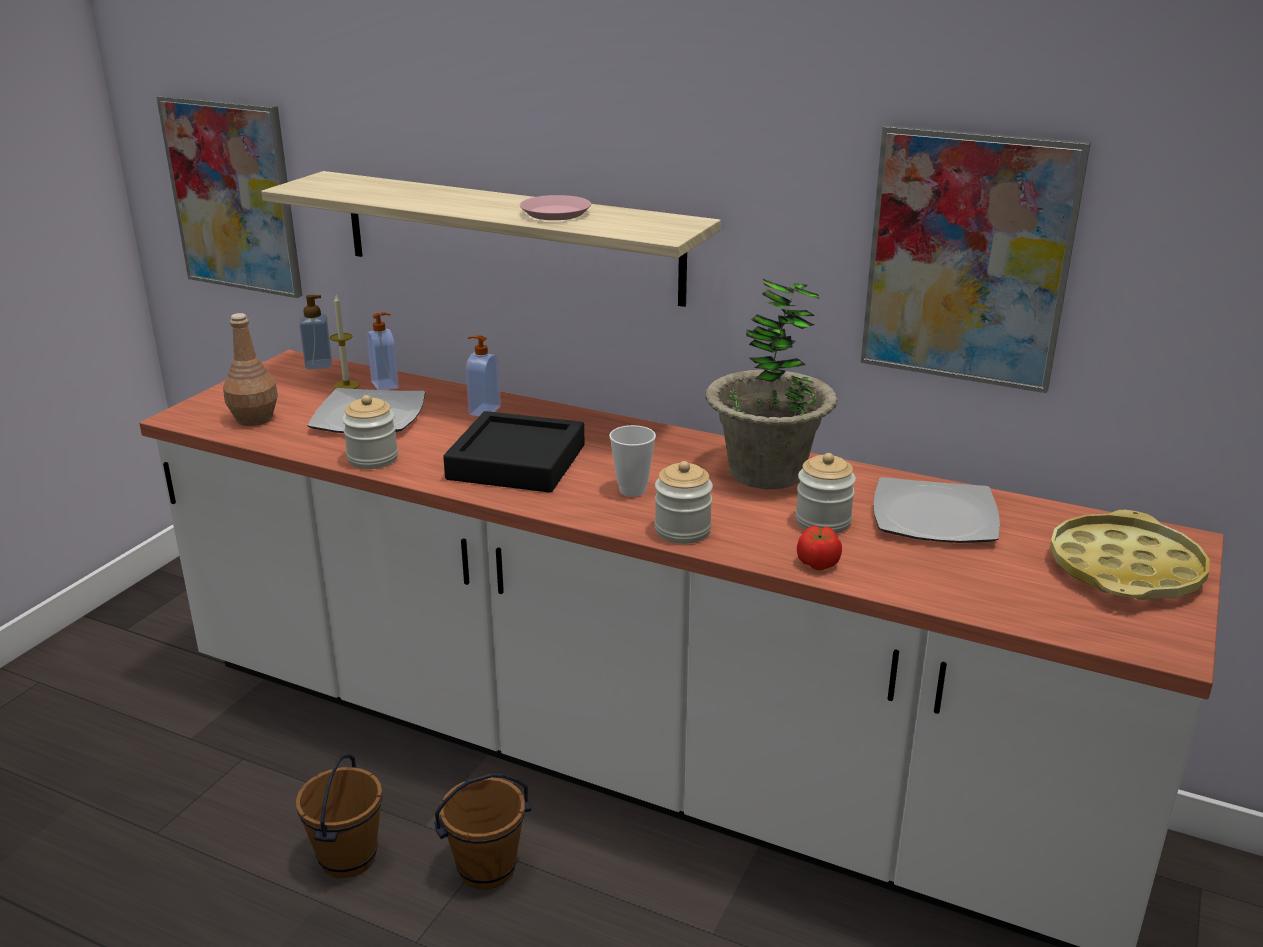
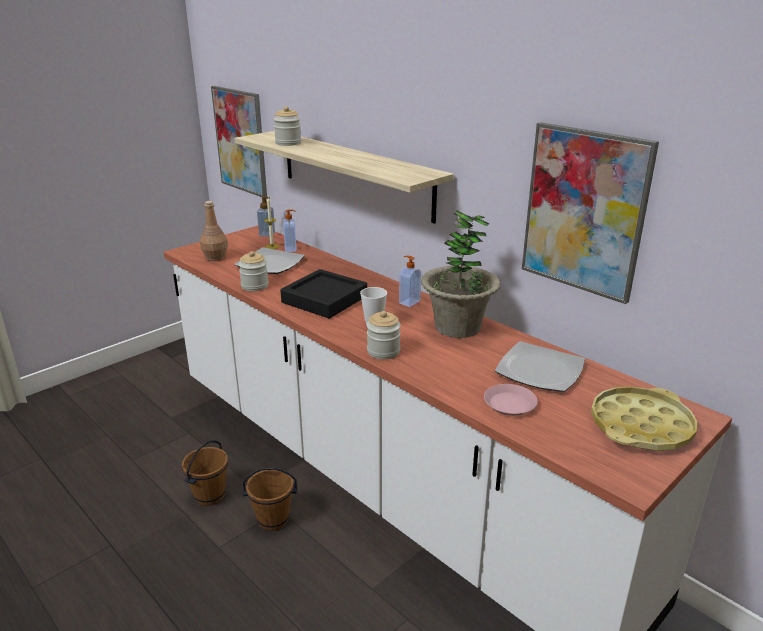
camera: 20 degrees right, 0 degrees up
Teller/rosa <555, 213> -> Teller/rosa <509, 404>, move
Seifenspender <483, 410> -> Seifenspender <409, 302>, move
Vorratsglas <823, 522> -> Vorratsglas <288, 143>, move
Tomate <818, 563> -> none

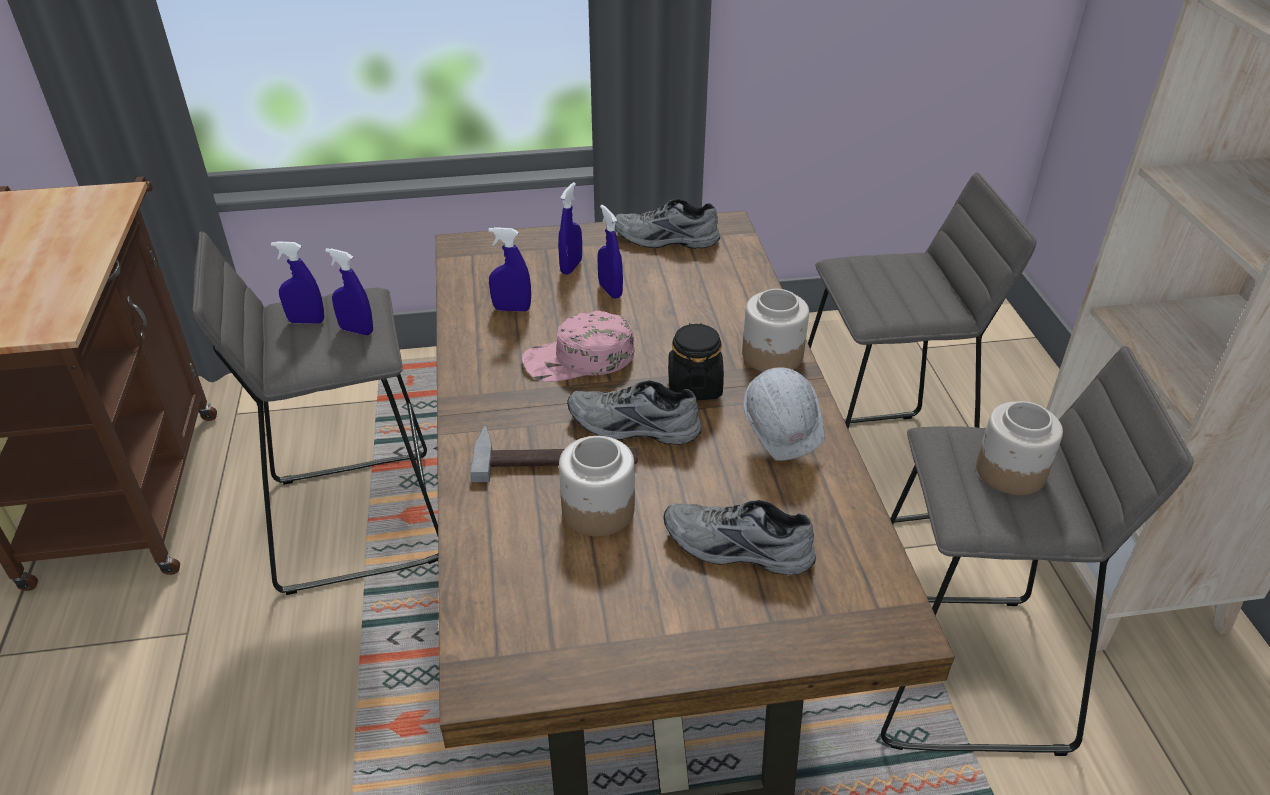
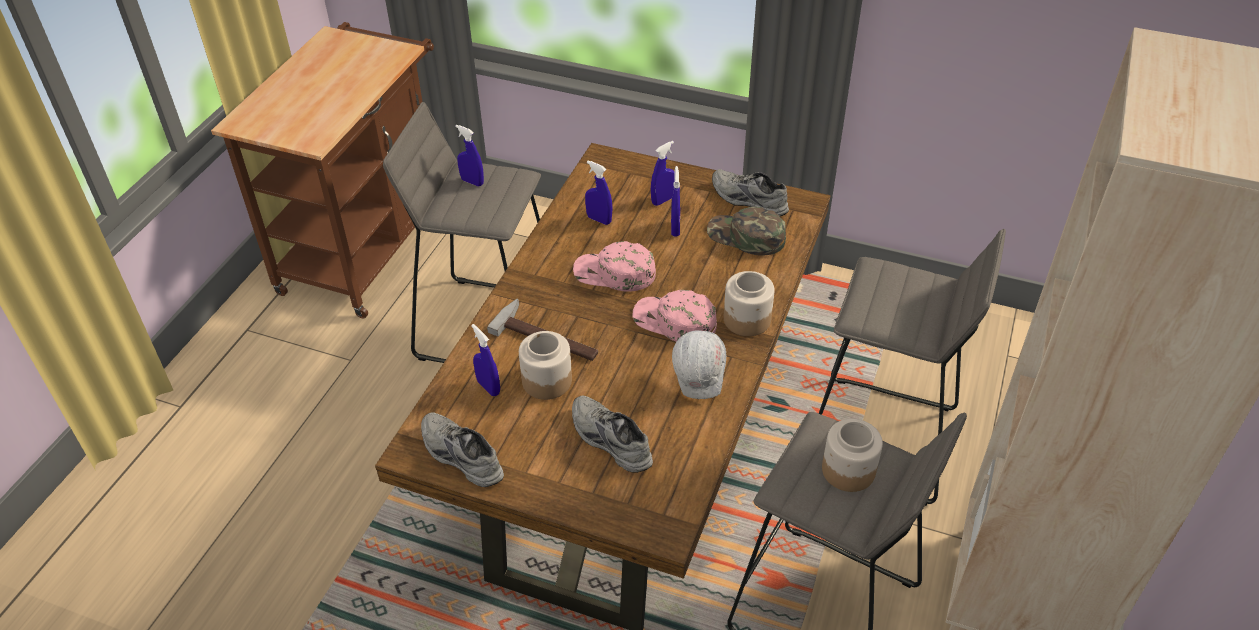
camera: 30 degrees right, 5 degrees up
Sprühflasche/blau <356, 330> -> Sprühflasche/blau <488, 387>, move
Vorratsglas/schwarz <694, 386> -> Kappe/rosa <674, 322>
Schuh/grau <632, 428> -> Schuh/grau <459, 457>, move
none -> Kappe/grün <745, 236>

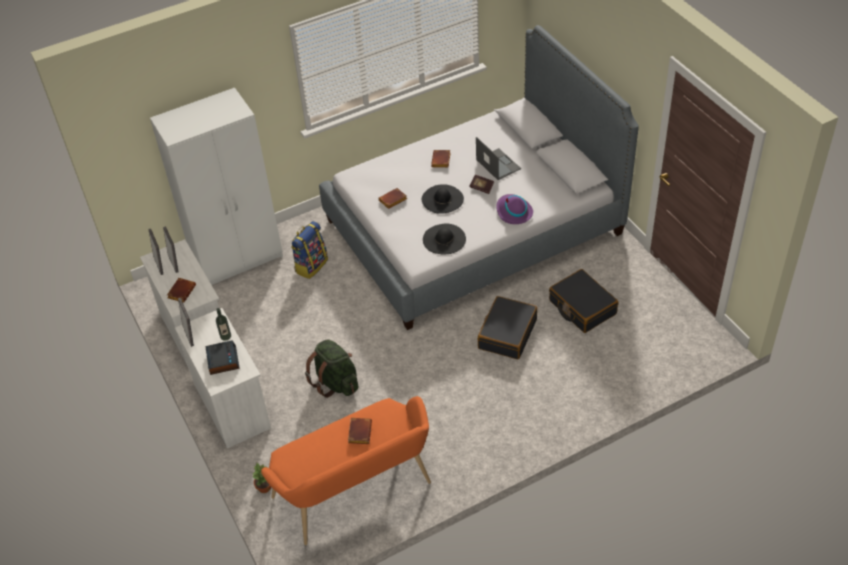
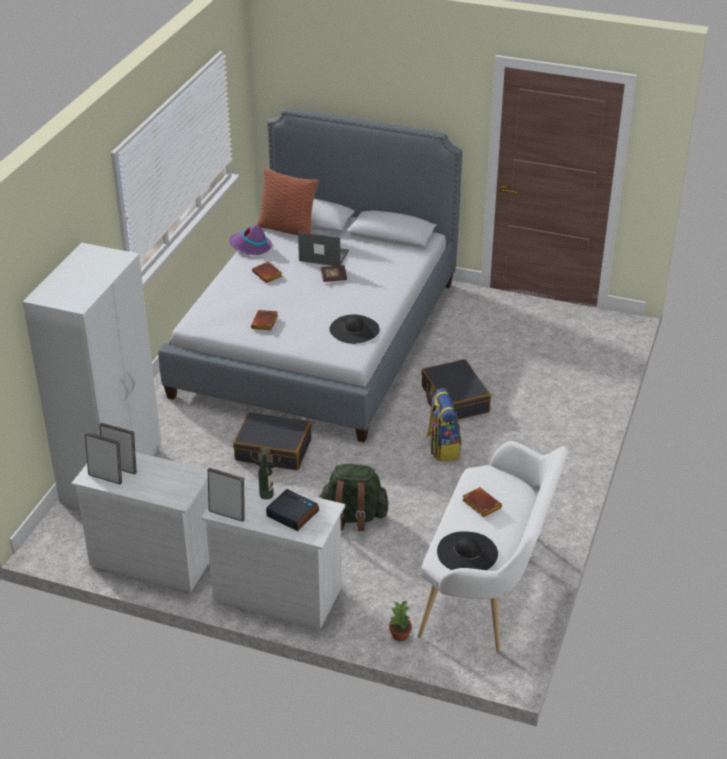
camera: 45 degrees left, 10 degrees down
Hut/schwarz <442, 199> -> Hut/schwarz <467, 552>, move
Hut/lila <513, 212> -> Hut/lila <250, 246>, move
Rucksack <311, 265> -> Rucksack <442, 447>, move
Koffer/schwarz <582, 307> -> Koffer/schwarz <273, 450>, move
Buch/braun <181, 291> -> none
Bank/orange <357, 494> -> Bank/weiß <489, 586>
none -> Kissen <288, 228>

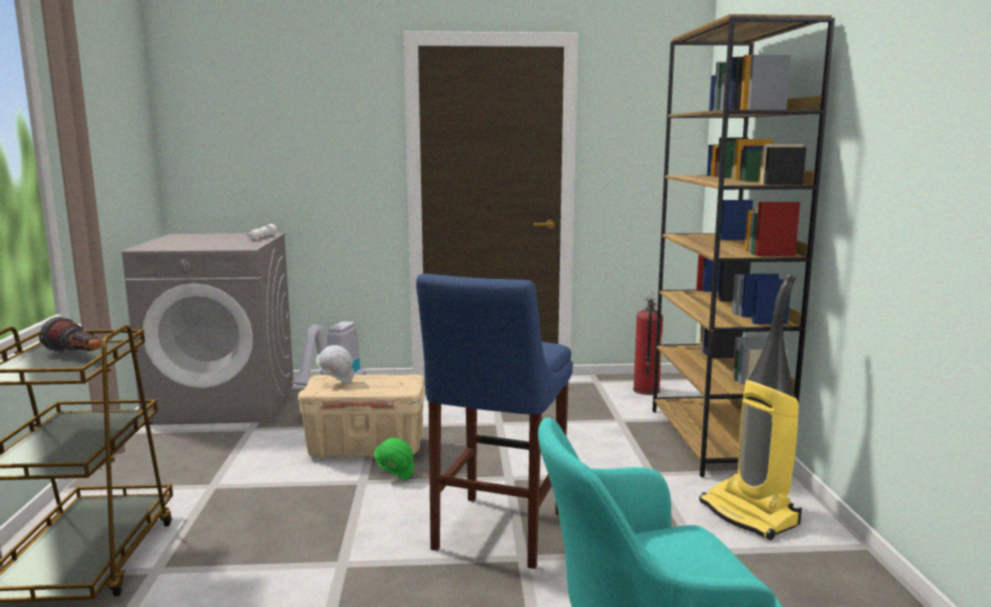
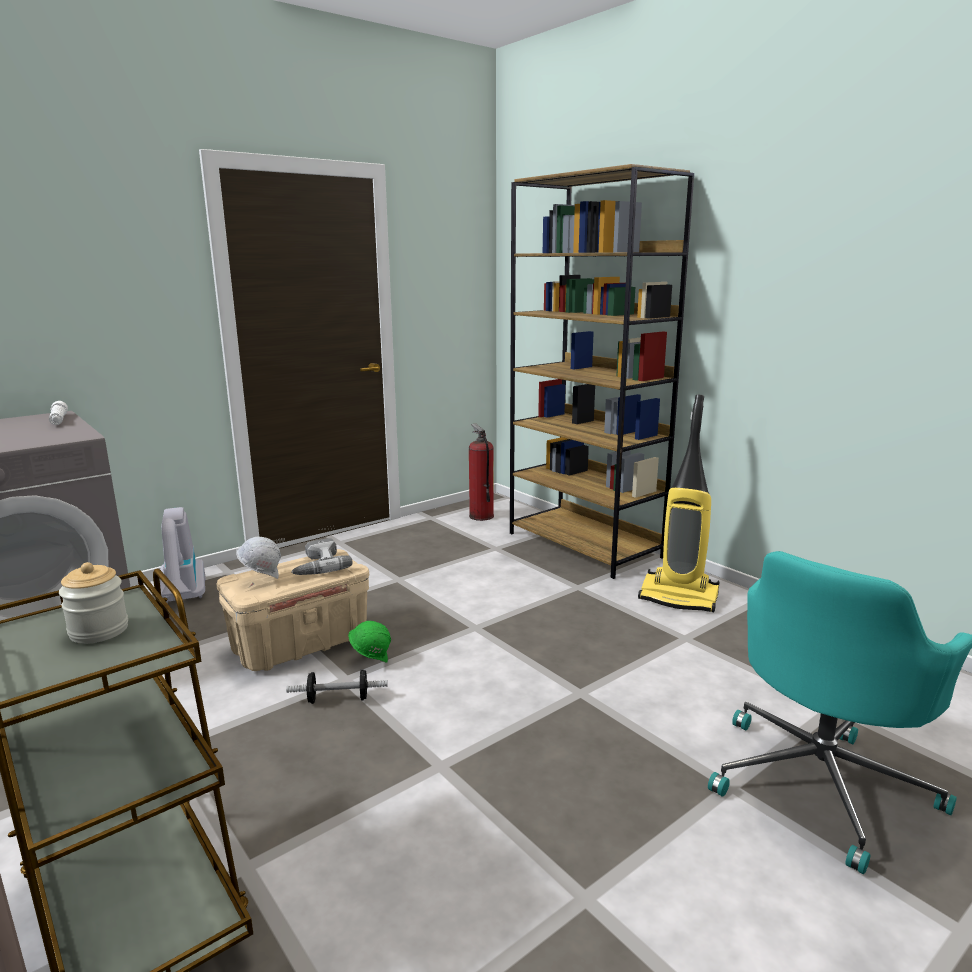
camera: 35 degrees left, 5 degrees up
Hocker/blau <496, 534> -> none
Taschenlampe <78, 356> -> Vorratsglas <99, 631>
none -> Bohrmaschine <317, 565>
none -> Hantel <338, 699>

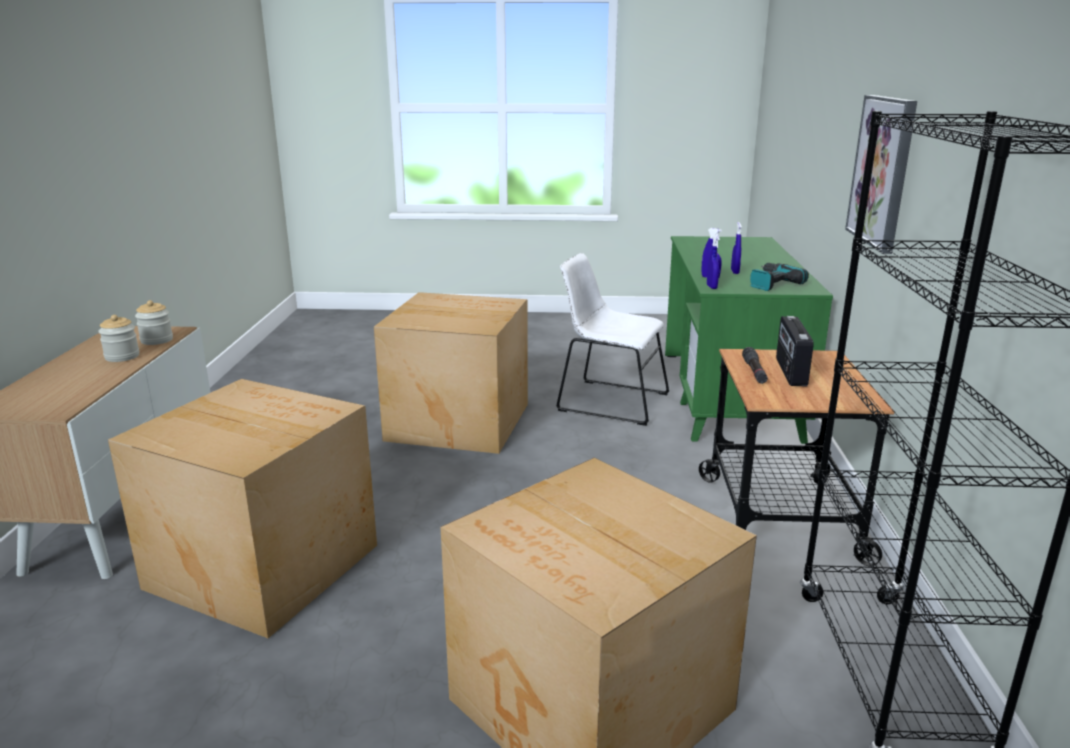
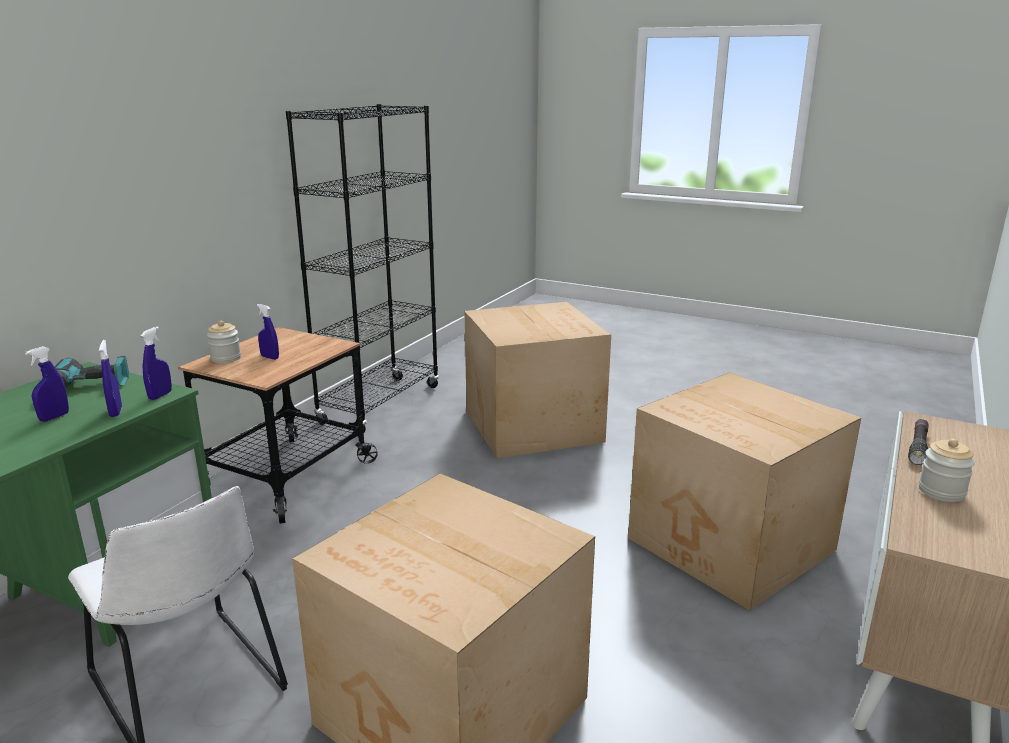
camera: 155 degrees left, 0 degrees up
Bild <882, 171> -> none
Vorratsglas <157, 340> -> Vorratsglas <226, 358>, move
Radio <790, 372> -> Sprühflasche/blau <270, 357>
Taschenlampe/schwarz <754, 371> -> Taschenlampe/schwarz <918, 447>, move

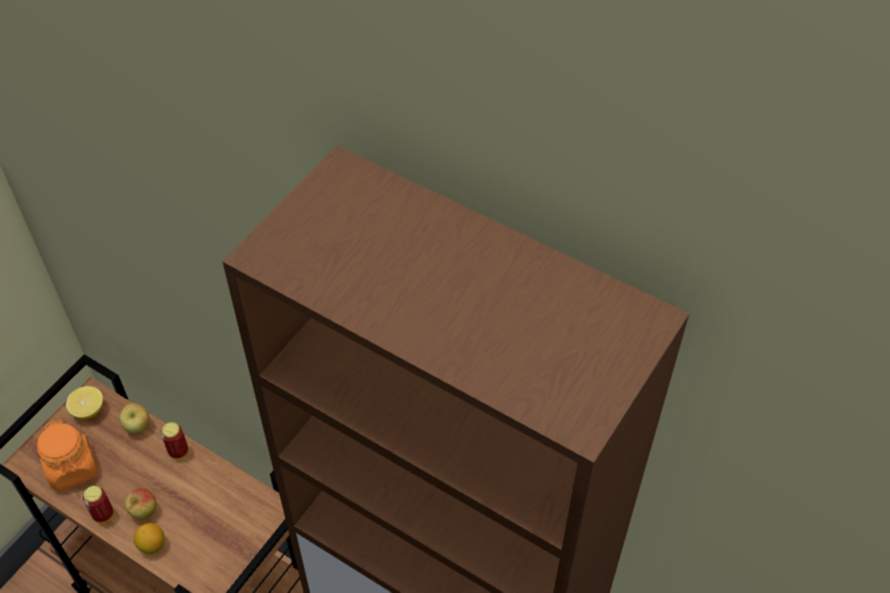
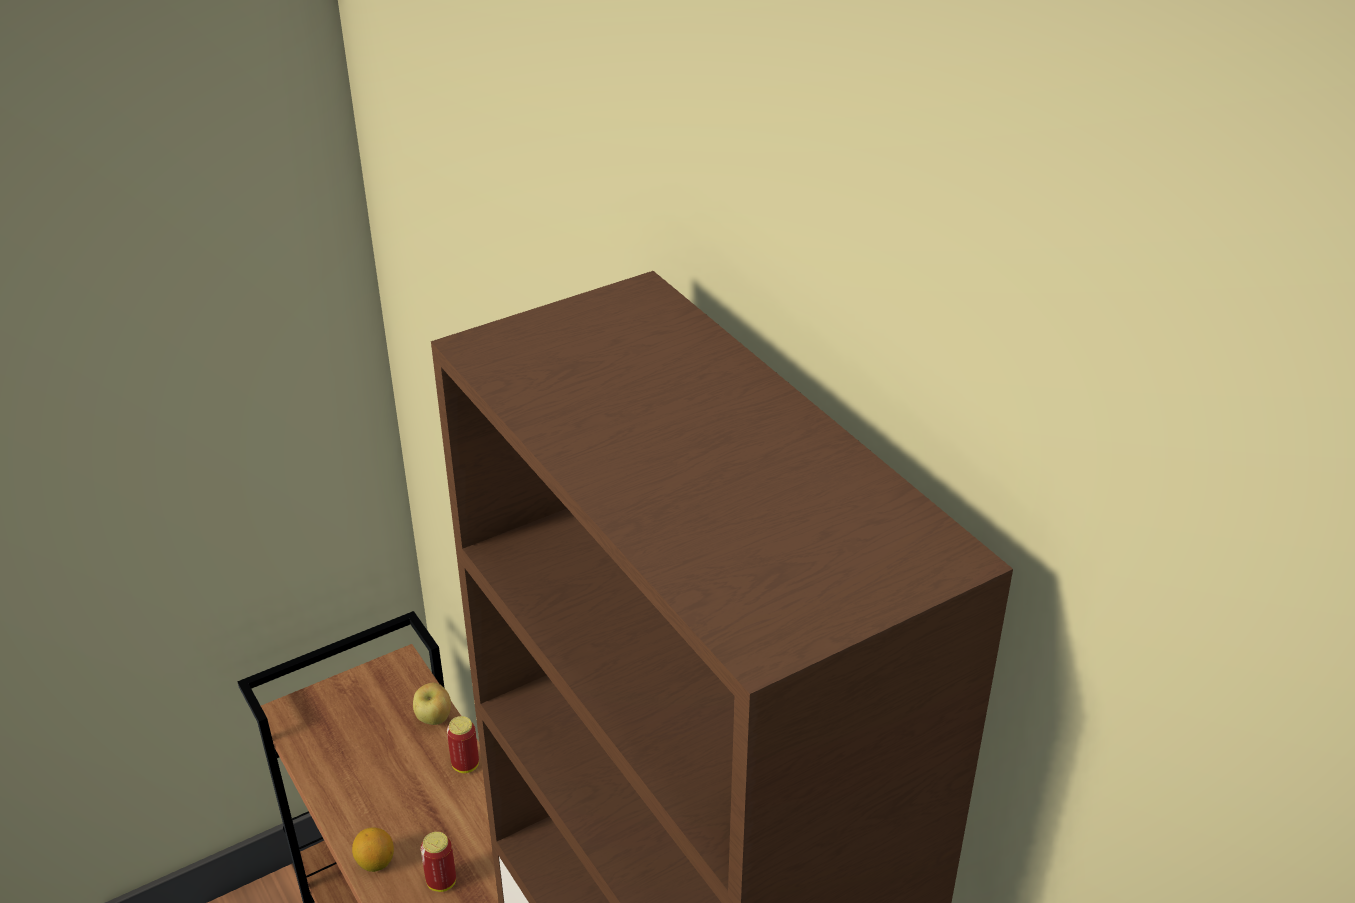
camera: 25 degrees right, 15 degrees down
Zitrone <88, 410> -> none
Vorratsglas/orange <72, 468> -> none
Dose <103, 515> -> Dose <441, 882>, move
Apfel <144, 511> -> none

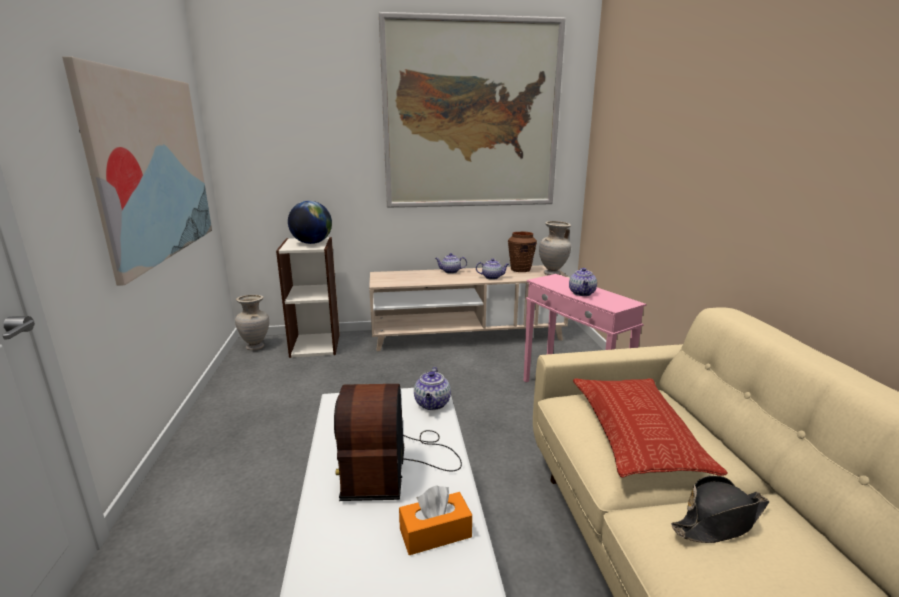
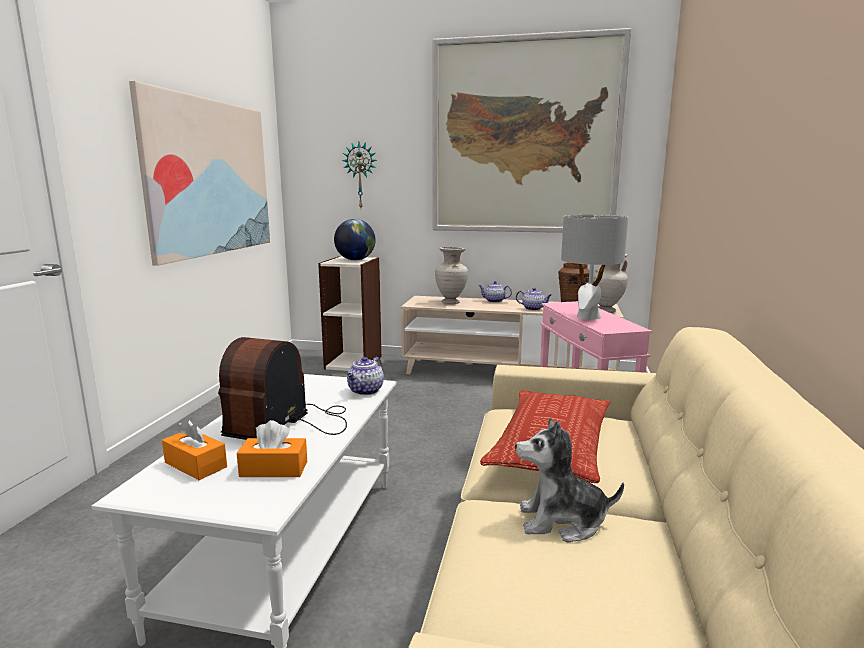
camera: 20 degrees right, 5 degrees down
Teekanne <582, 293> -> Tischlampe/grau <588, 317>
Vase/beige <256, 347> -> Vase/beige <451, 303>, move
Hut/schwarz <720, 521> -> Plüschtier <561, 521>
none -> Wanduhr <360, 175>
none -> Taschentuchbox/orange <195, 465>

